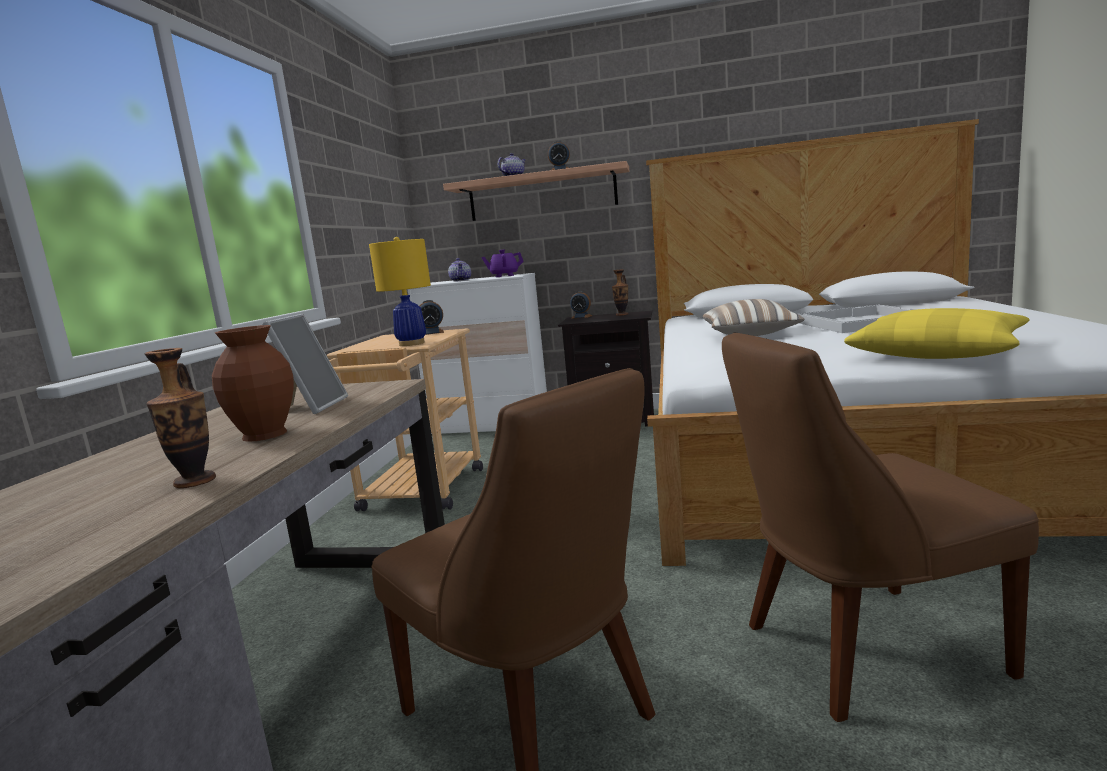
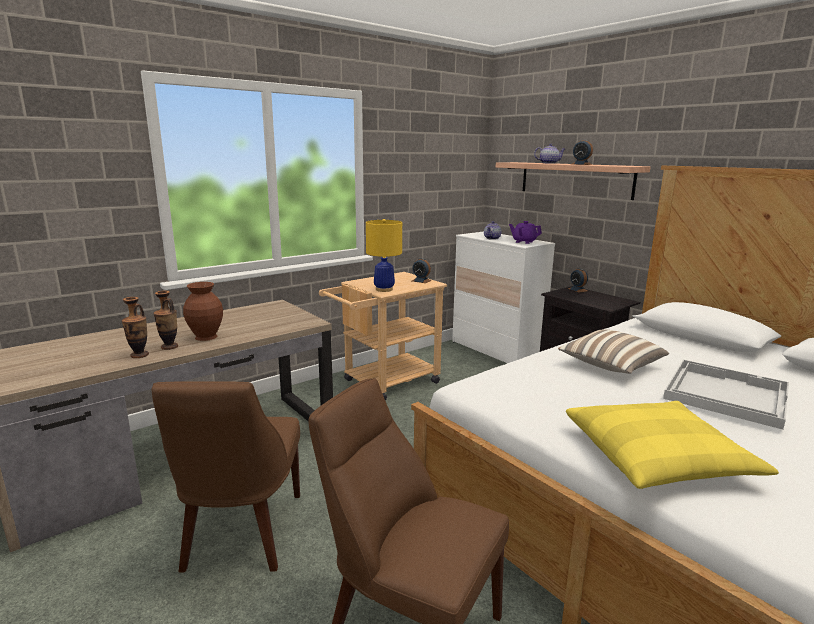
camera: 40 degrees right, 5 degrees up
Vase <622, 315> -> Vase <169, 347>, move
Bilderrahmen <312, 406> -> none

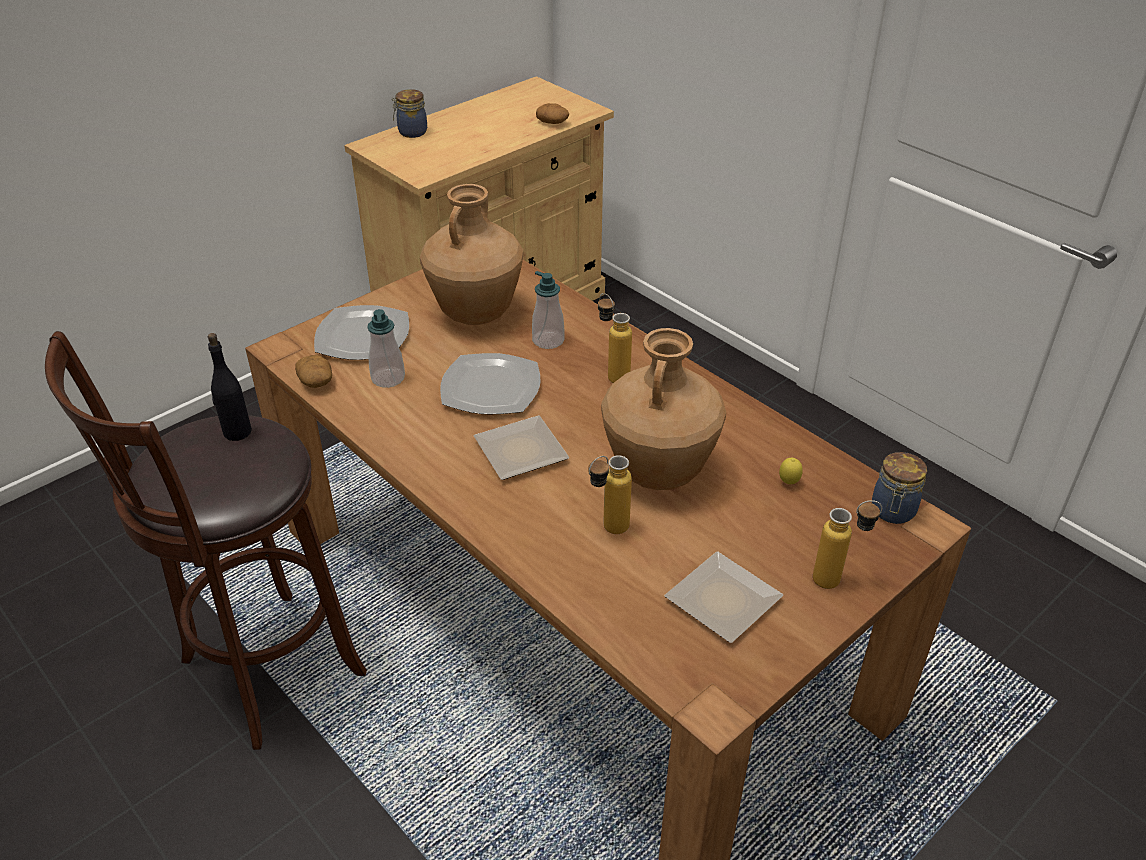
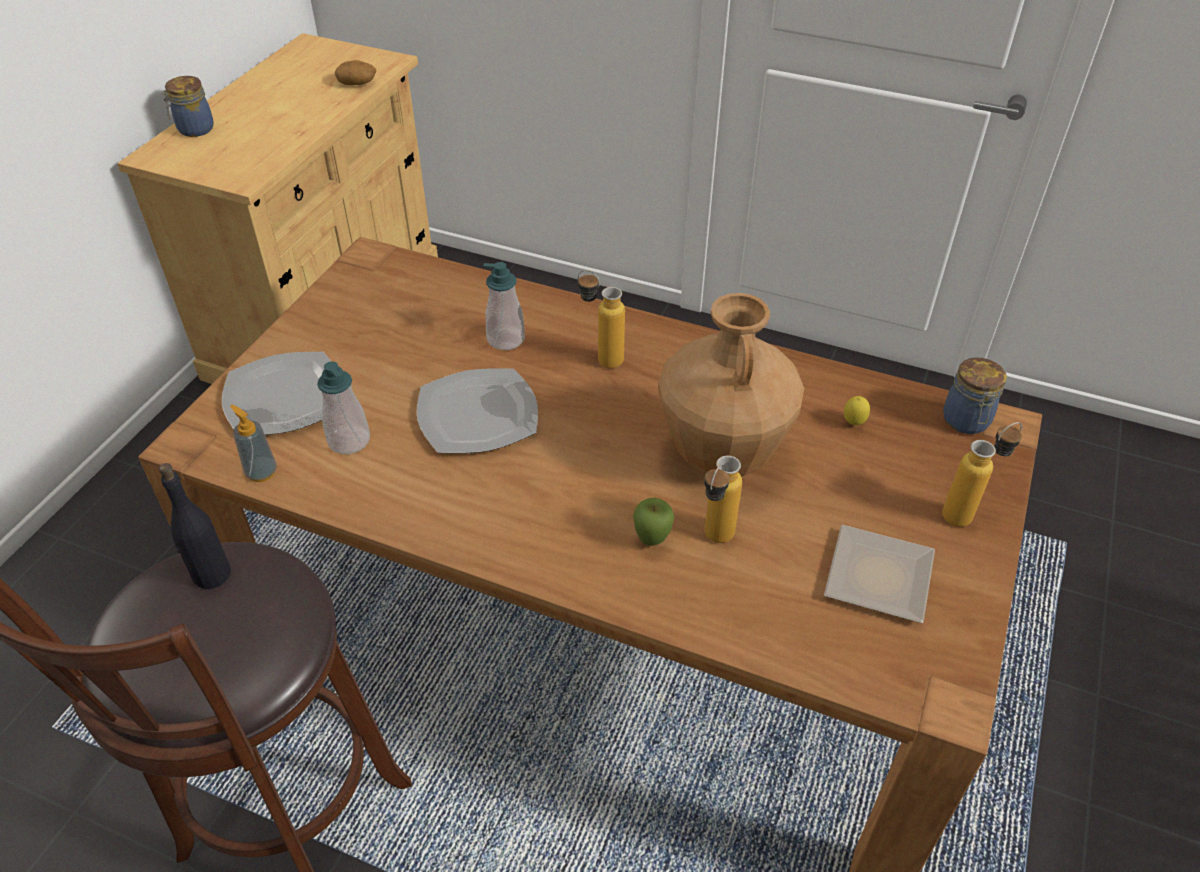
camera: 25 degrees left, 5 degrees up
Vase/braun <476, 314> -> none
Kartoffel <316, 381> -> Seifenspender <261, 472>
Teller <524, 452> -> none
none -> Apfel <652, 541>

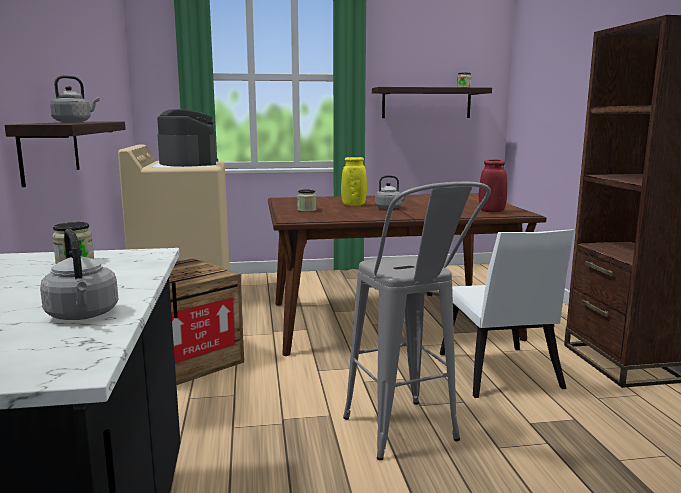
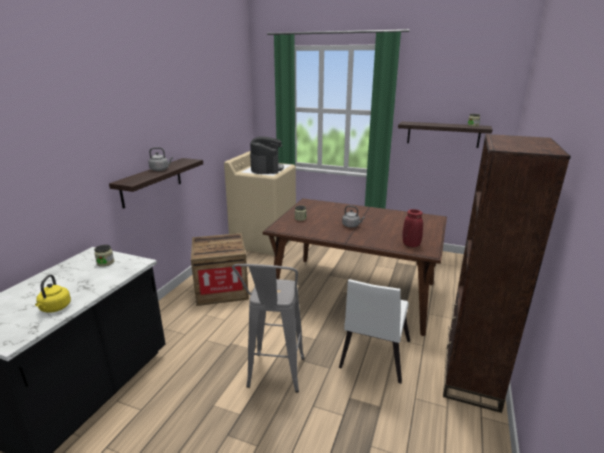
camera: 30 degrees right, 10 degrees up
Vase/gelb <353, 205> -> none
Wasserkessel/grau <83, 315> -> Wasserkessel/gelb <55, 308>

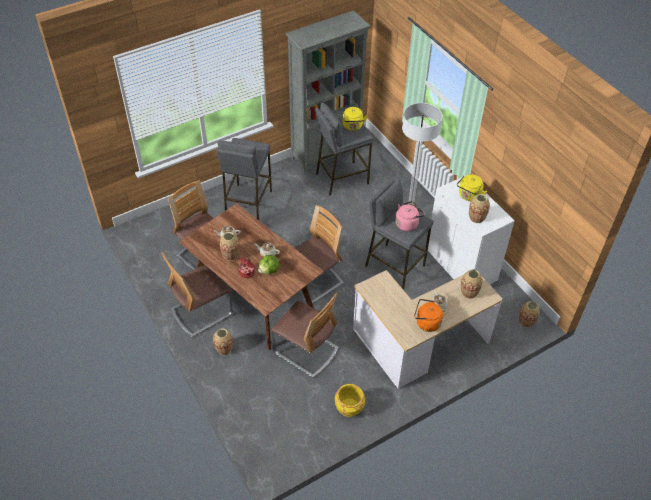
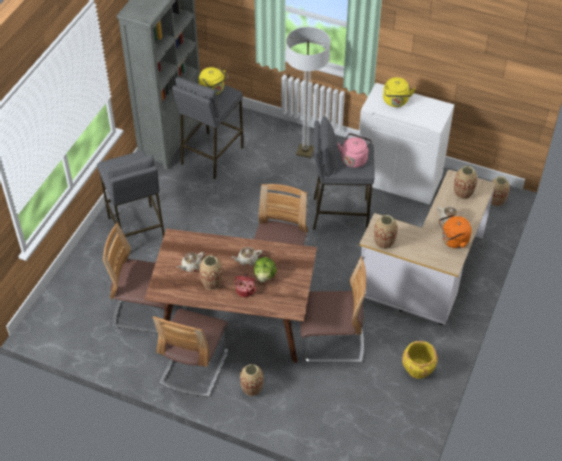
camera: 35 degrees left, 0 degrees up
Vase <476, 218> -> Vase <384, 242>, move

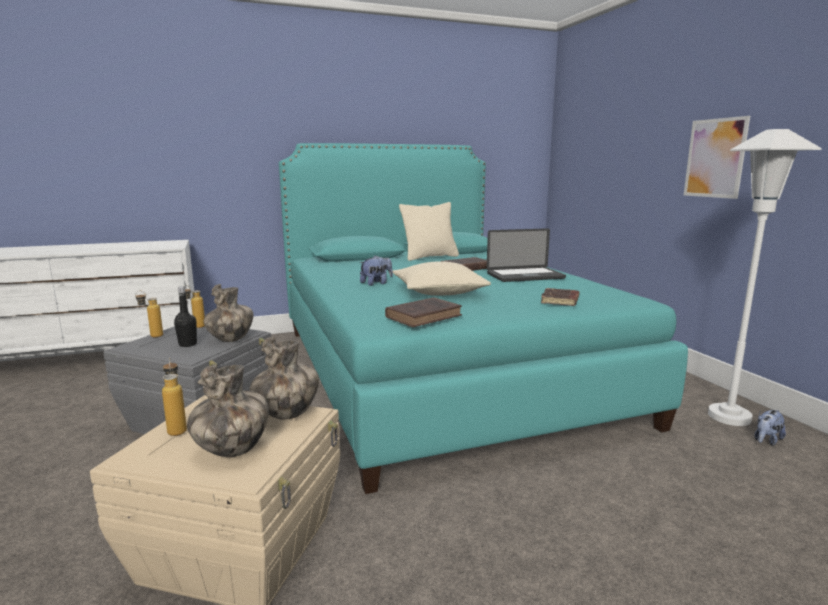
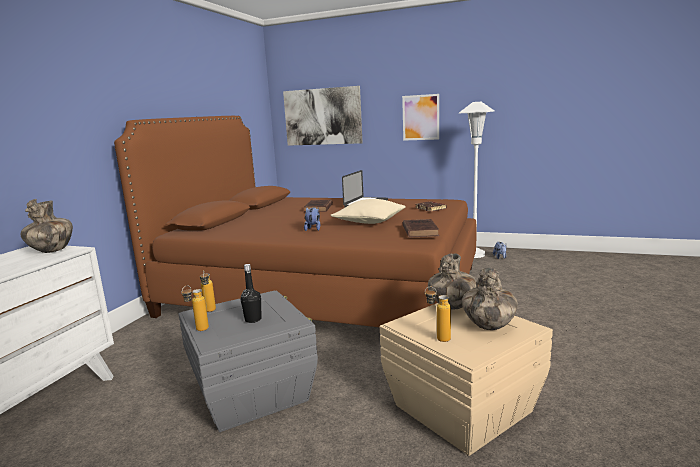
camera: 50 degrees left, 0 degrees up
Bett/türkis <439, 371> -> Bett/braun <323, 291>
Kissen/beige <429, 257> -> none
Vase <231, 339> -> Vase <52, 251>, move
none -> Bild <322, 116>

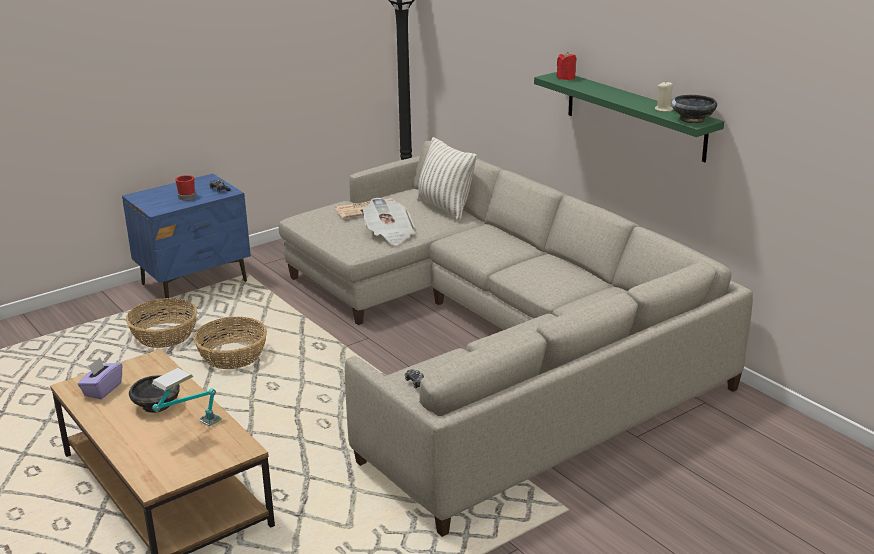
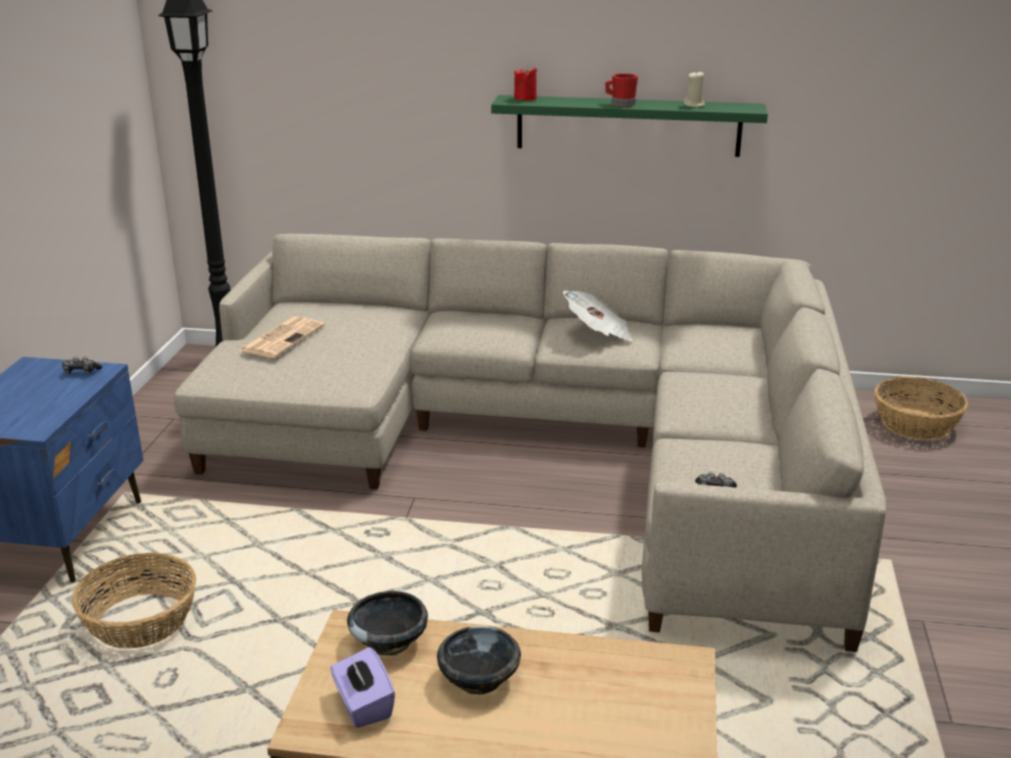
camera: 45 degrees left, 0 degrees up
Schüssel/schwarz <692, 119> -> Schüssel/schwarz <389, 641>, move
Kissen <445, 208> -> none
Henkelbecher/rot <186, 196> -> Henkelbecher/rot <620, 104>, move
Zeitung <389, 234> -> Zeitung <598, 333>, move
Korb <233, 356> -> Korb <915, 424>, move
Tischlampe <190, 431> -> none

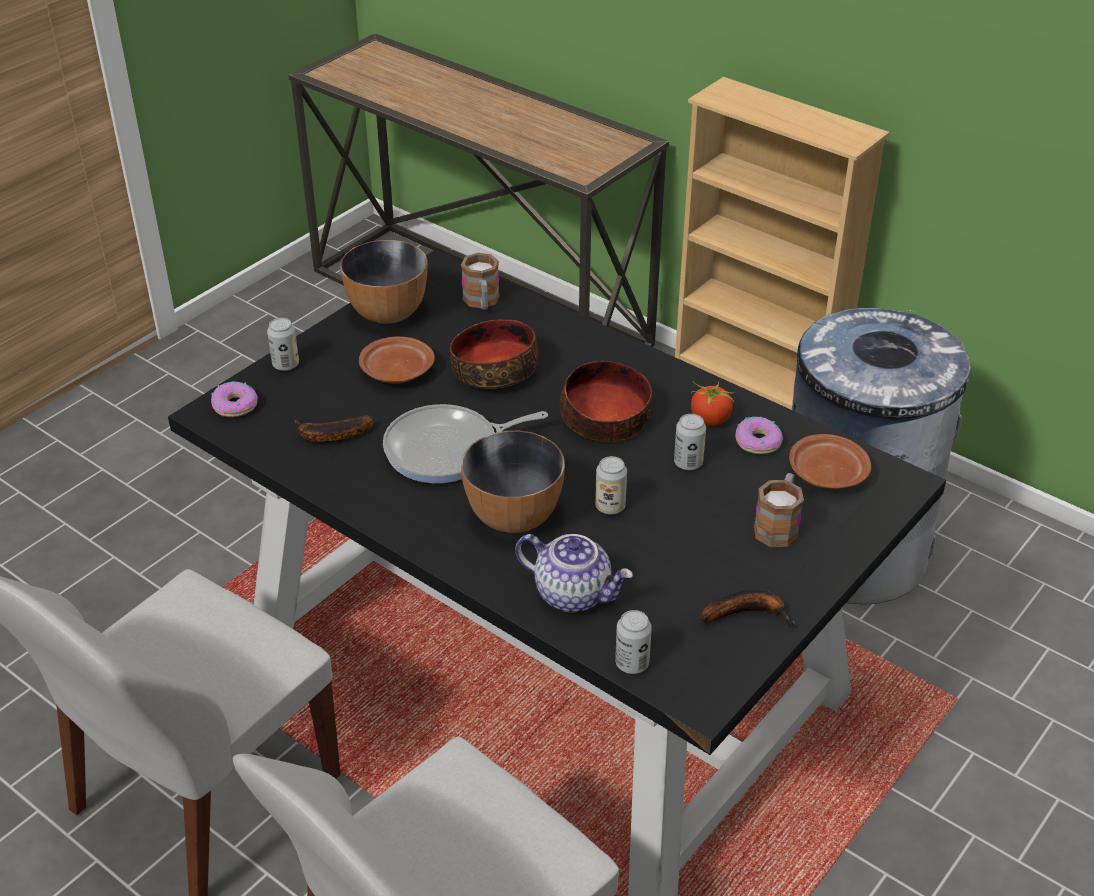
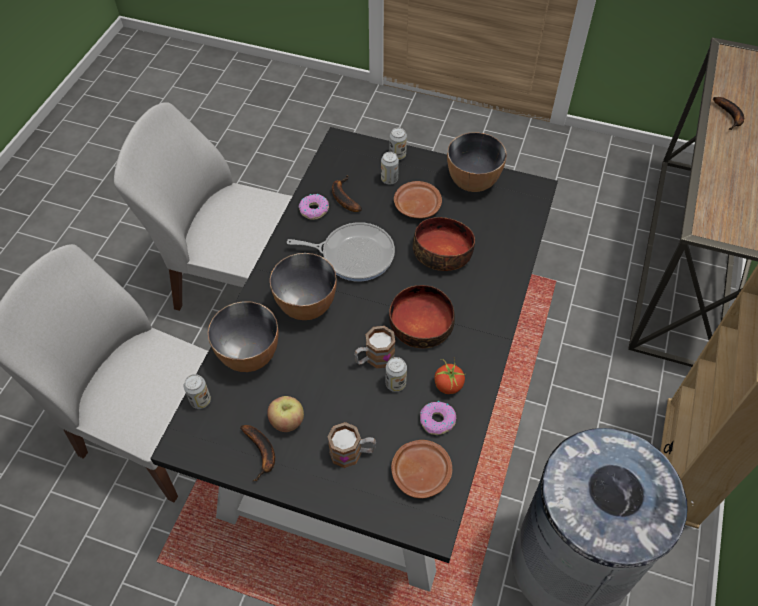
camera: 70 degrees right, 15 degrees up
Henkelbecher <482, 302> -> Henkelbecher <374, 358>, move
Donut <235, 405> -> Donut <314, 210>, move
Pfanne <448, 450> -> Pfanne <354, 255>, 135 degrees clockwise
Dose <610, 506> -> Dose <389, 179>, move
Teekanne <574, 594> -> Schüssel <250, 355>
none -> Banane <730, 116>
none -> Apfel <287, 421>

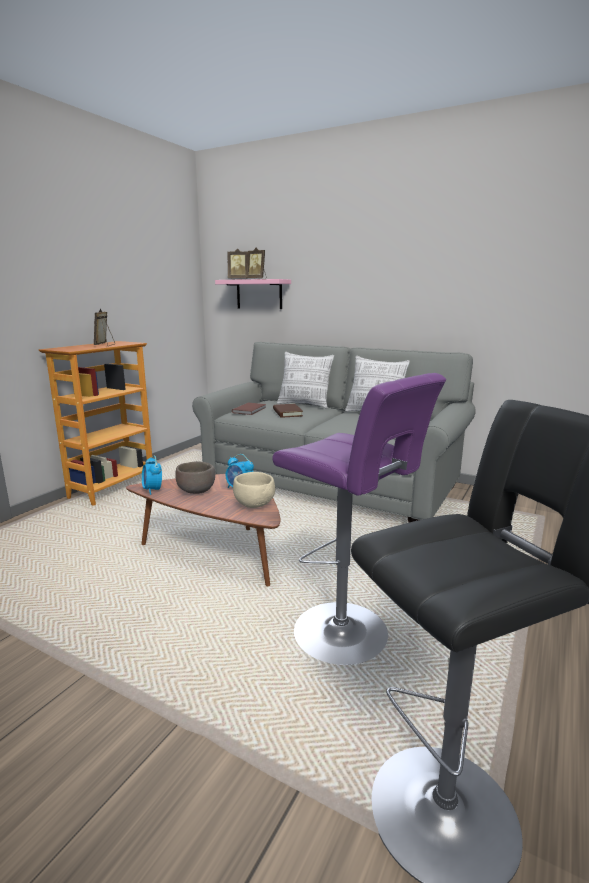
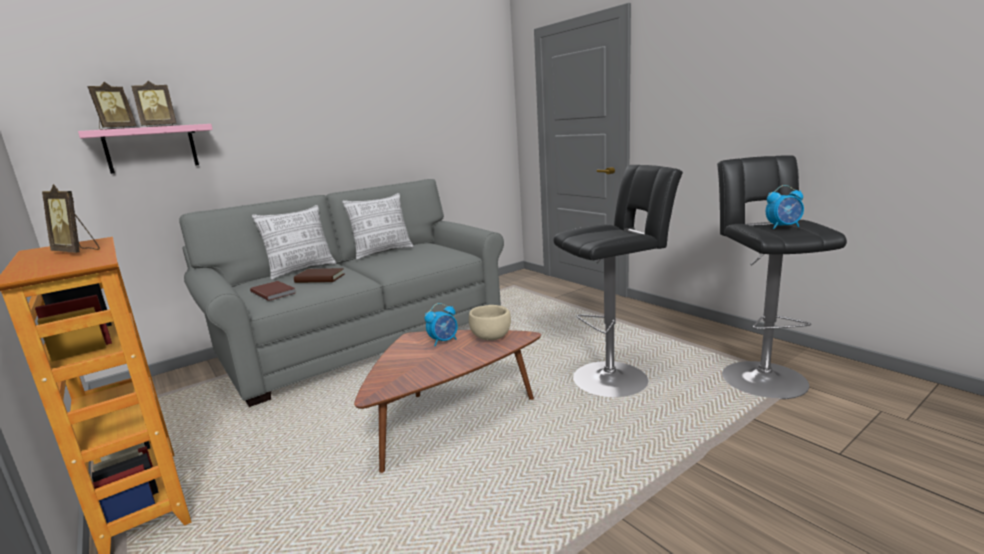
camera: 65 degrees left, 0 degrees up
Hocker/lila <346, 635> -> Hocker/schwarz <614, 377>
Wecker <152, 490> -> Wecker <783, 227>, move
Schüssel/braun <196, 491> -> none

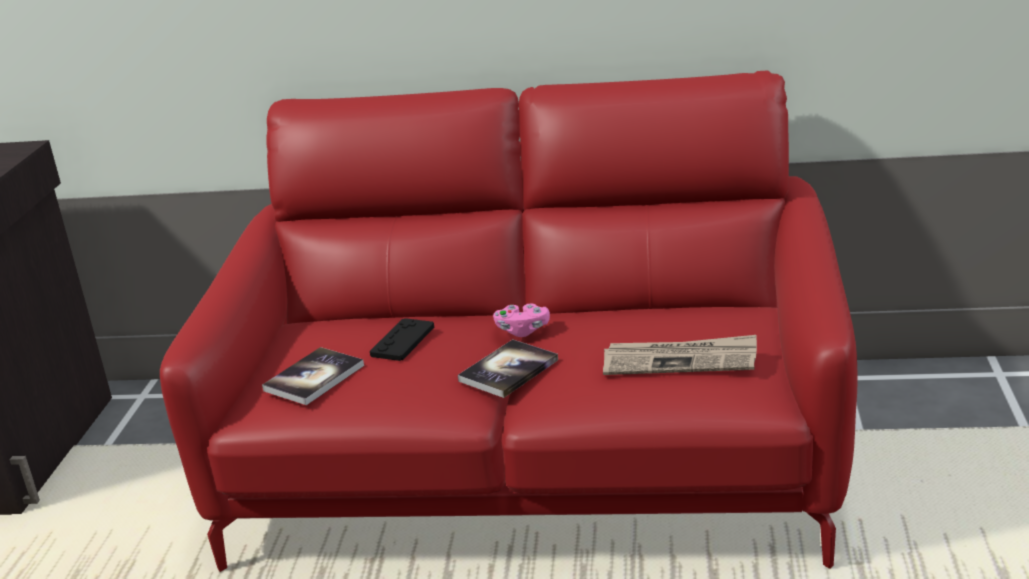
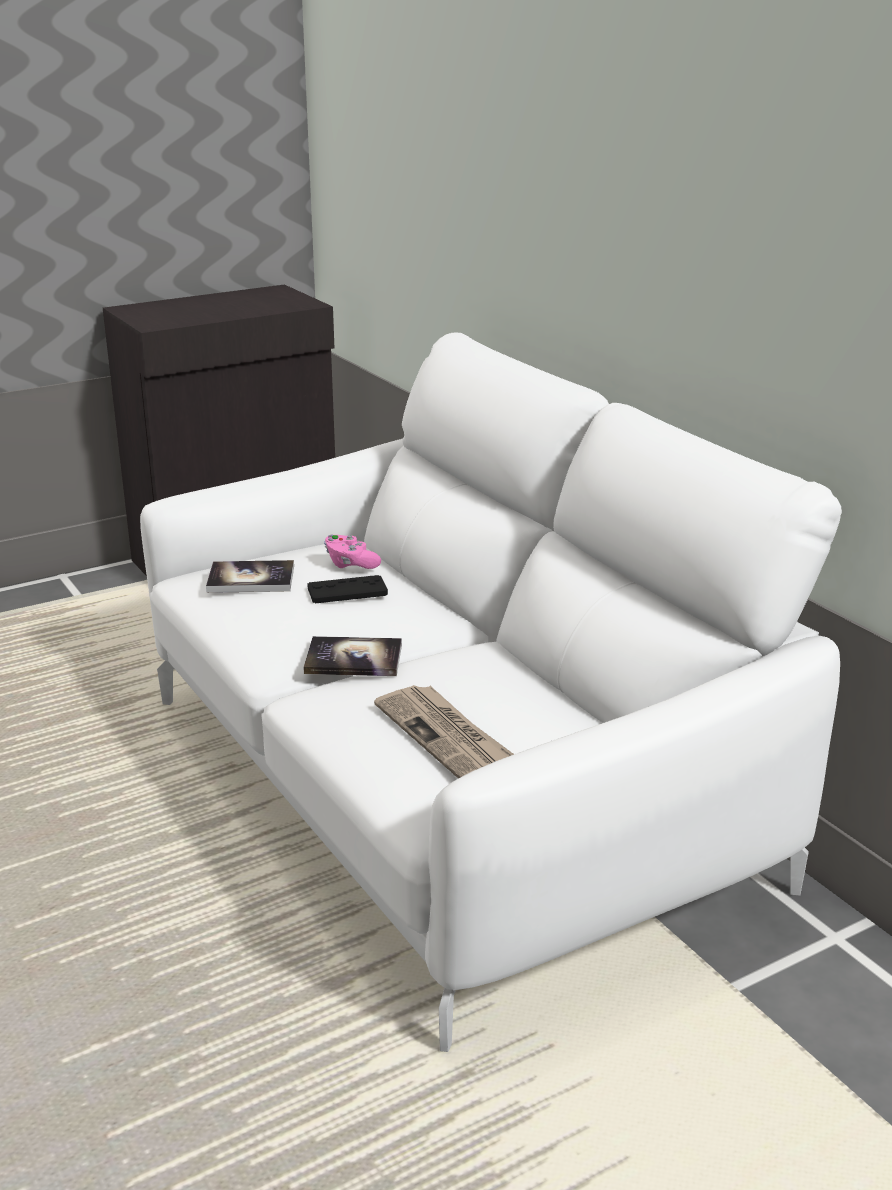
camera: 50 degrees right, 0 degrees up
Sofa/rot <533, 464> -> Sofa/weiß <446, 790>
Gamepad/rosa <522, 330> -> Gamepad/rosa <350, 564>, move

